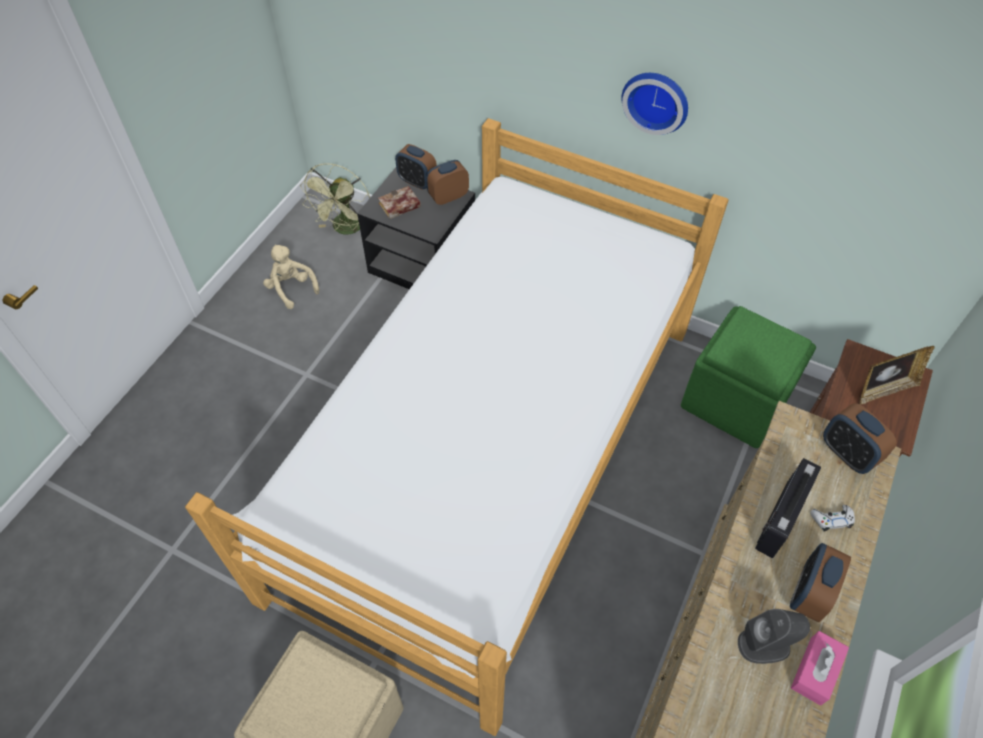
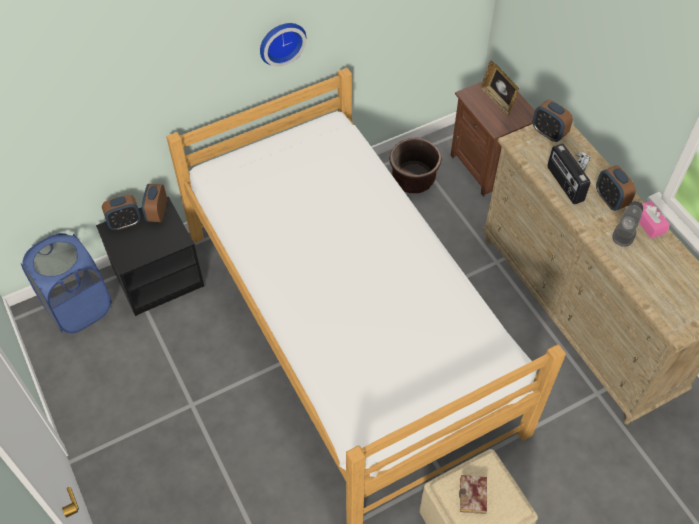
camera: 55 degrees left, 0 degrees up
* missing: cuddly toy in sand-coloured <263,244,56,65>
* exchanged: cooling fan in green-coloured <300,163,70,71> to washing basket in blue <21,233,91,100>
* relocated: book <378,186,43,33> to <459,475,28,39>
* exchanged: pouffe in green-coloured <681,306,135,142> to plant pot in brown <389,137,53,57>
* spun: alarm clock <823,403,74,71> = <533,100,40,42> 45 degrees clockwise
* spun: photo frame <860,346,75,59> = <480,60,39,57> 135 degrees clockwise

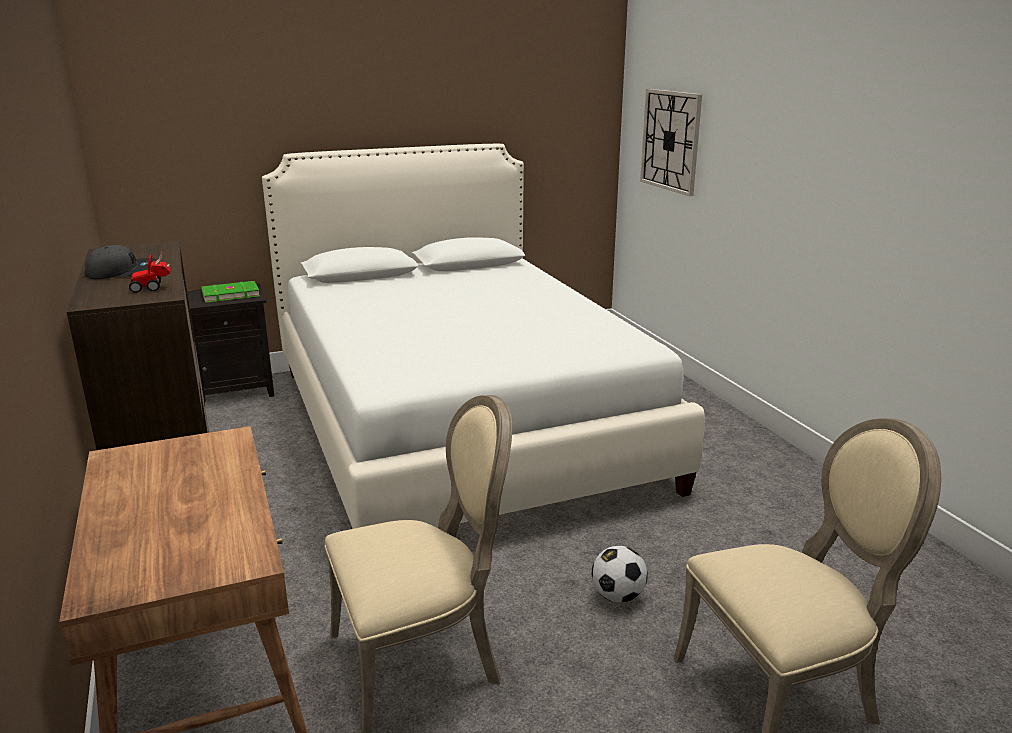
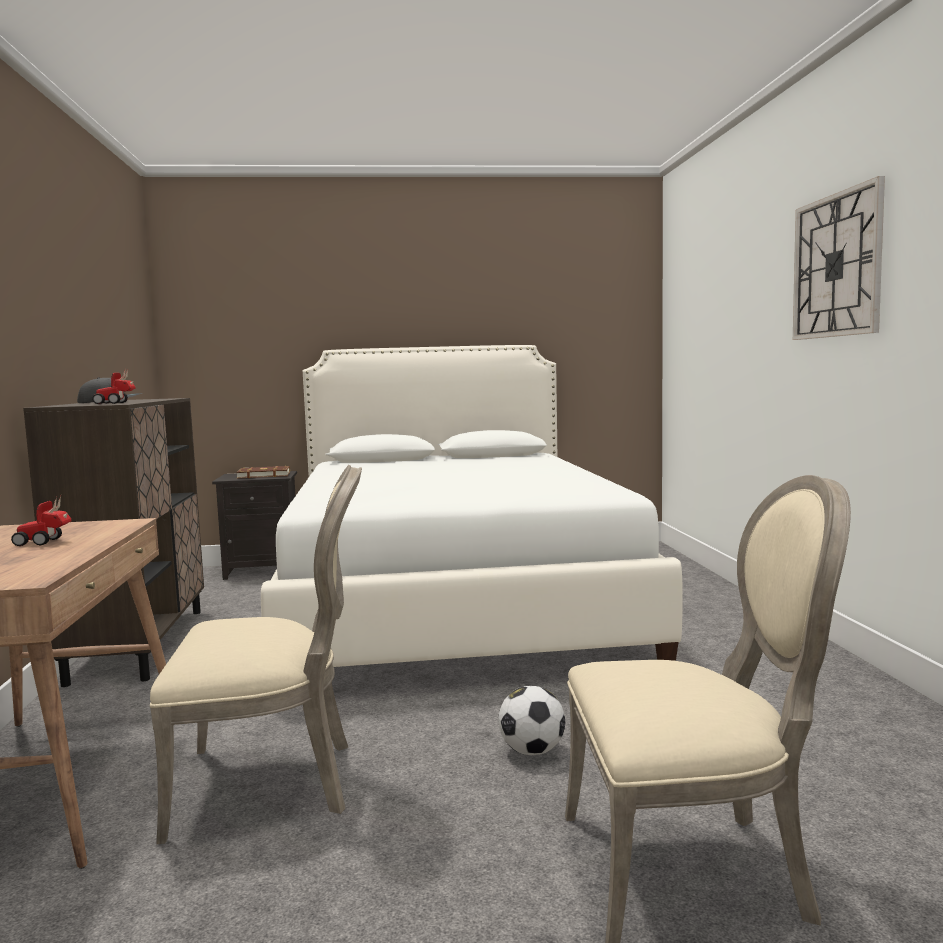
camera: 15 degrees right, 15 degrees down
* colour: book in green-coloured <201,281,59,22> to book in brown <236,466,54,13>
* relocated: wall clock <640,89,62,107> to <793,176,92,164>
* appeared: miniature car <11,496,61,50>

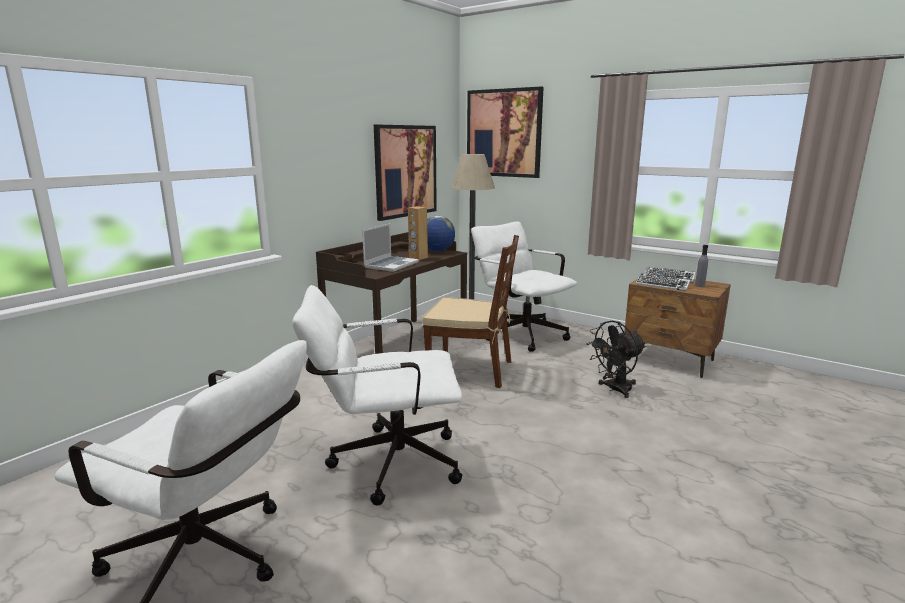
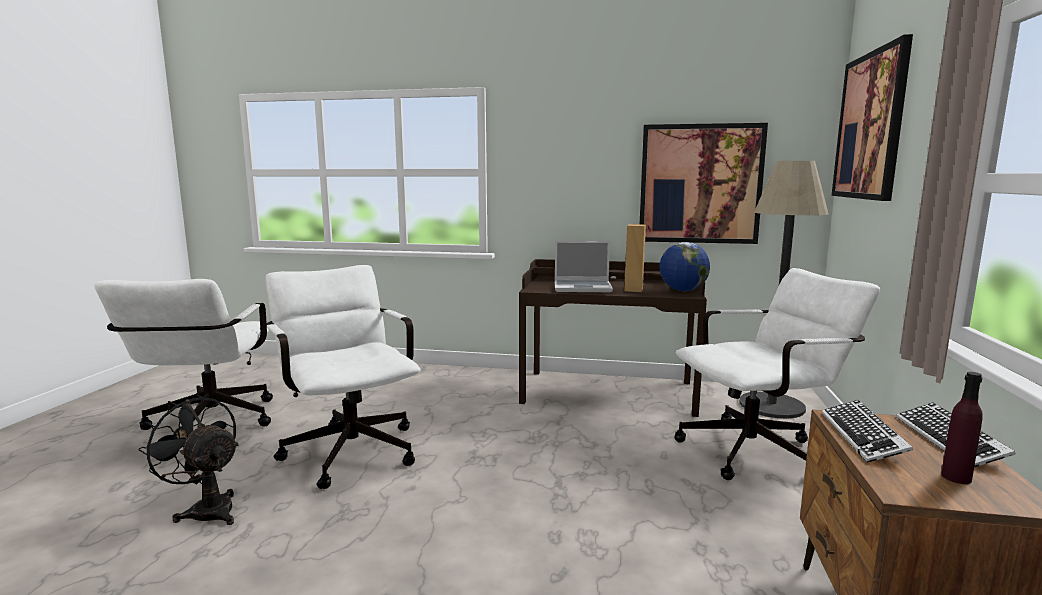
camera: 65 degrees right, 5 degrees down
* missing: plain chair in brown <422,235,97,153>
* spun: office chair in whitish <471,222,106,130> = <675,268,205,212> 45 degrees clockwise
* relocated: cooling fan in black <586,321,60,77> to <138,394,101,131>
* colour: beverage bottle in grey <695,245,13,42> to beverage bottle in purple <941,372,42,112>

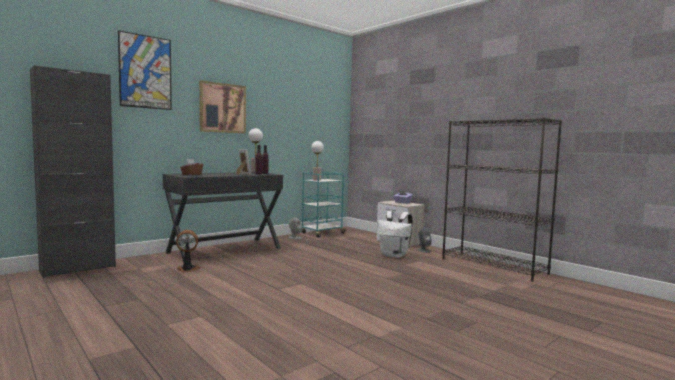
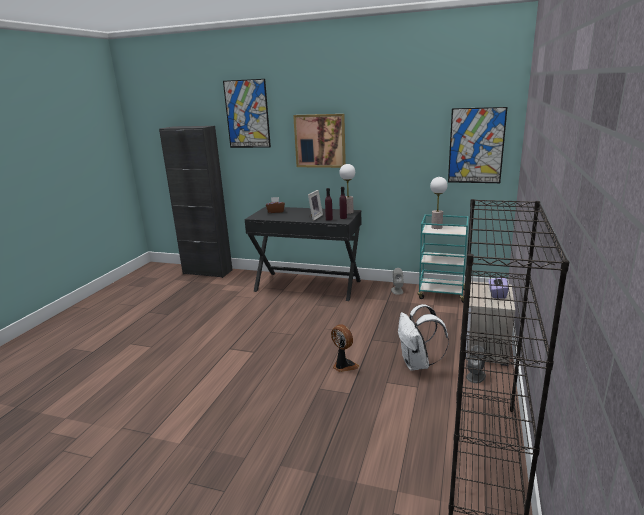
camera: 60 degrees right, 15 degrees up
* relocated: cooling fan <176,230,24,42> to <331,324,28,48>
* appeared: picture <448,107,59,76>

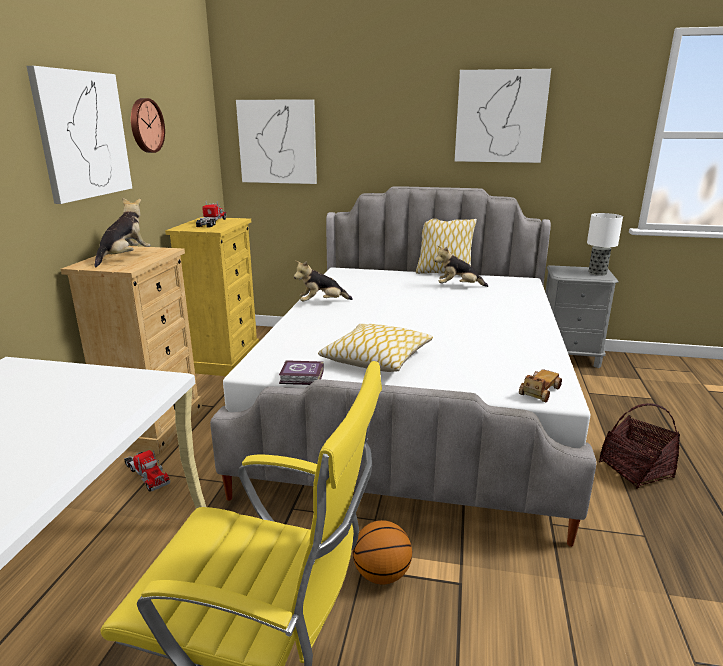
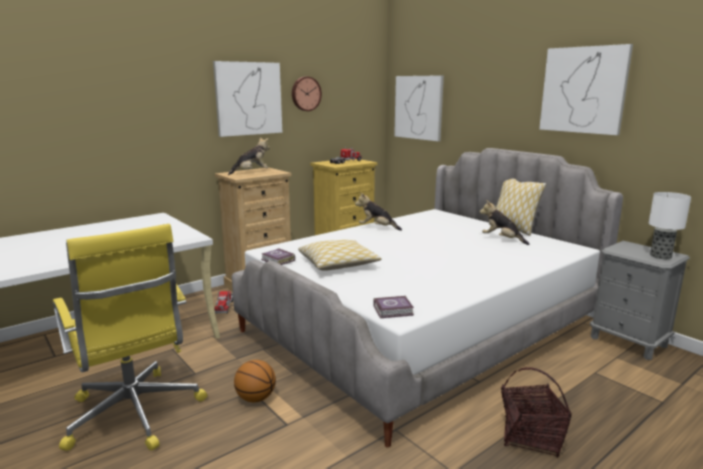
camera: 40 degrees right, 5 degrees down
* exchanged: miniature car <519,369,43,33> to book <374,296,40,22>

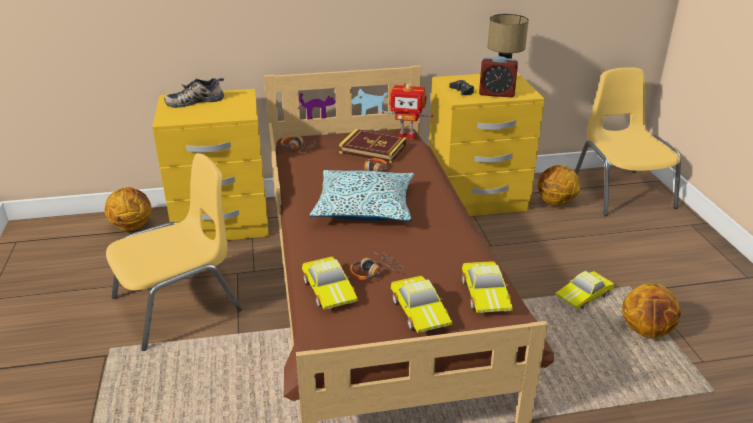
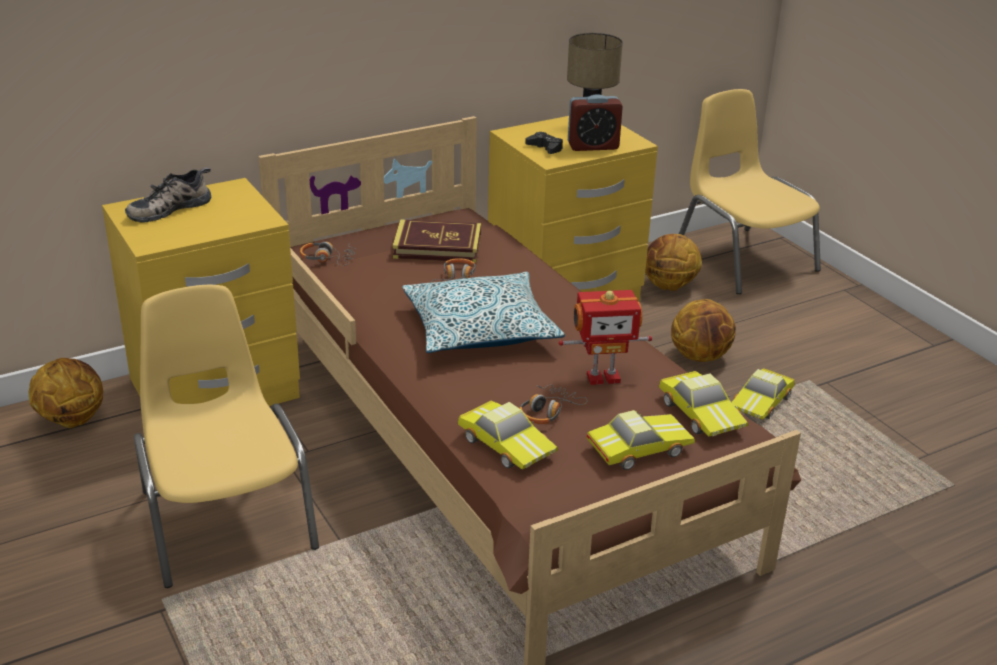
camera: 20 degrees left, 0 degrees up
* spun: plain chair in yellow-coloured <106,153,136,198> = <134,285,185,303> 60 degrees counterclockwise
* relocated: model robot <382,84,52,55> to <558,290,94,95>
* spun: miniature car <390,276,63,57> = <586,410,109,60> 75 degrees counterclockwise
* relocated: ball for basketball <622,283,59,55> to <671,299,65,63>

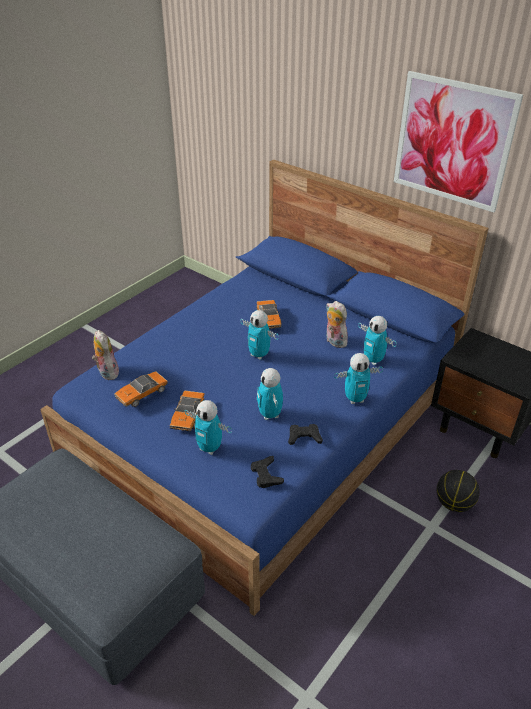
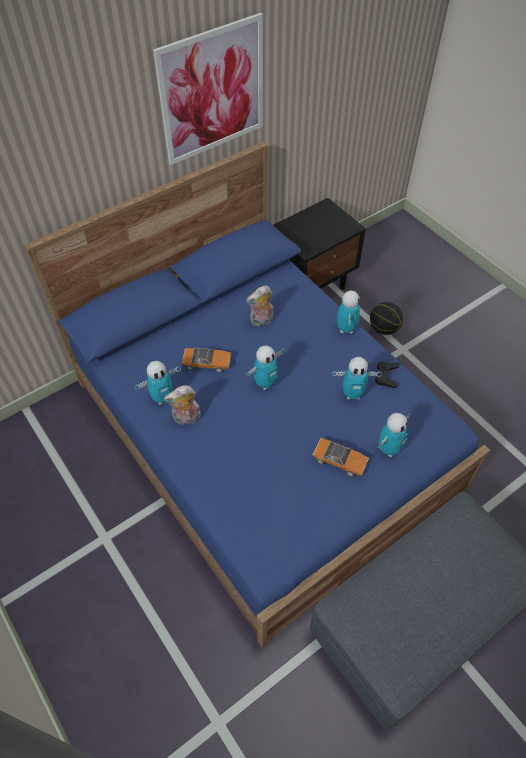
camera: 75 degrees left, 15 degrees up
* relocated: cuddly toy <92,330,27,50> to <164,385,37,40>
* missing: miniature car <114,371,54,36>
* missing: game controller in black <251,456,33,32>
* relocated: model robot <358,316,39,49> to <135,361,46,44>

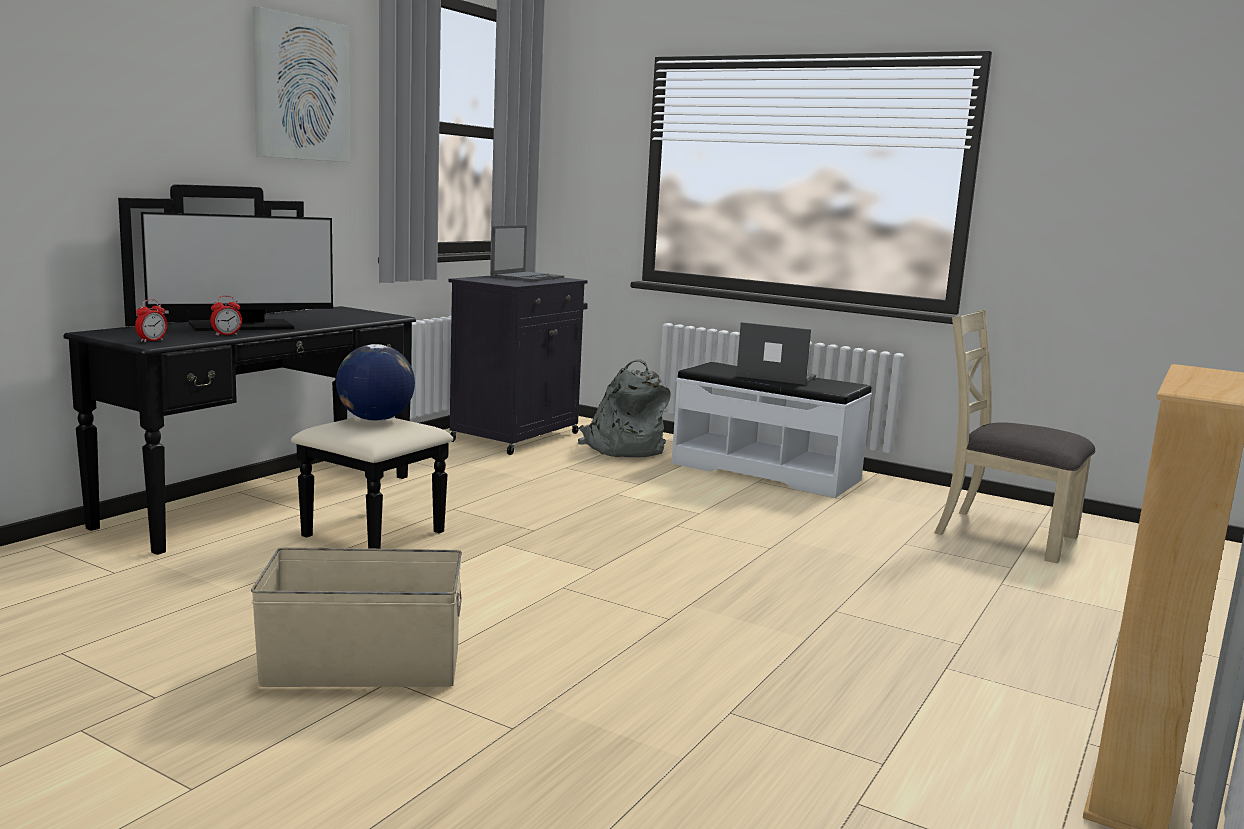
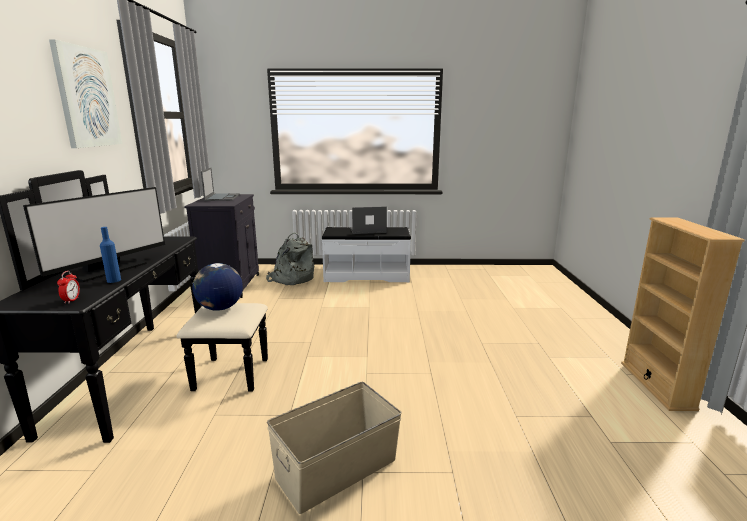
camera: 30 degrees left, 5 degrees up
* exchanged: alarm clock <210,296,32,40> to beverage bottle in blue <100,227,21,56>
* missing: plain chair in sand-coloured <934,309,161,255>

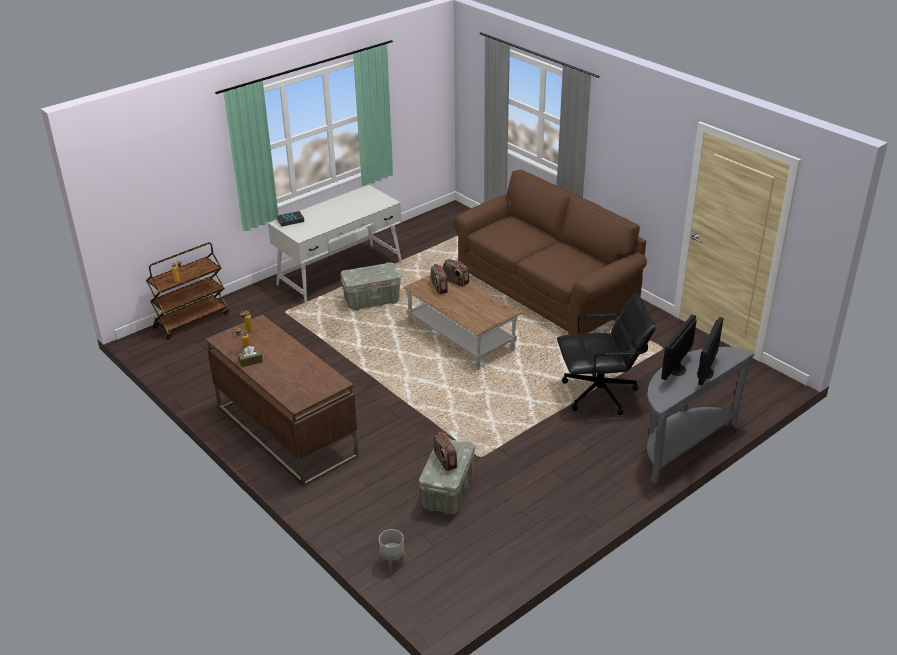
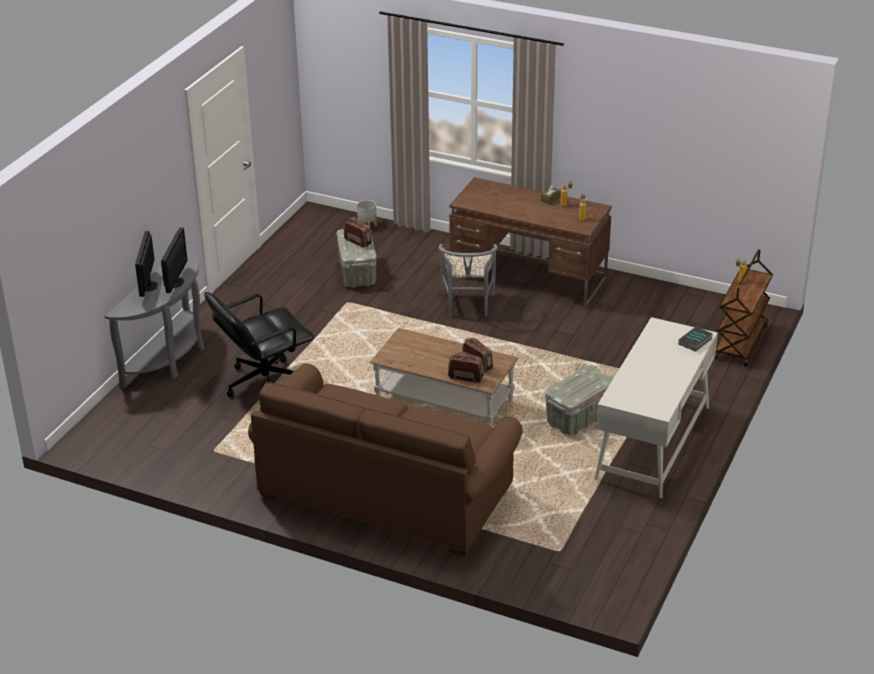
camera: 155 degrees right, 0 degrees up
* appeared: plain chair in grey <439,244,59,73>

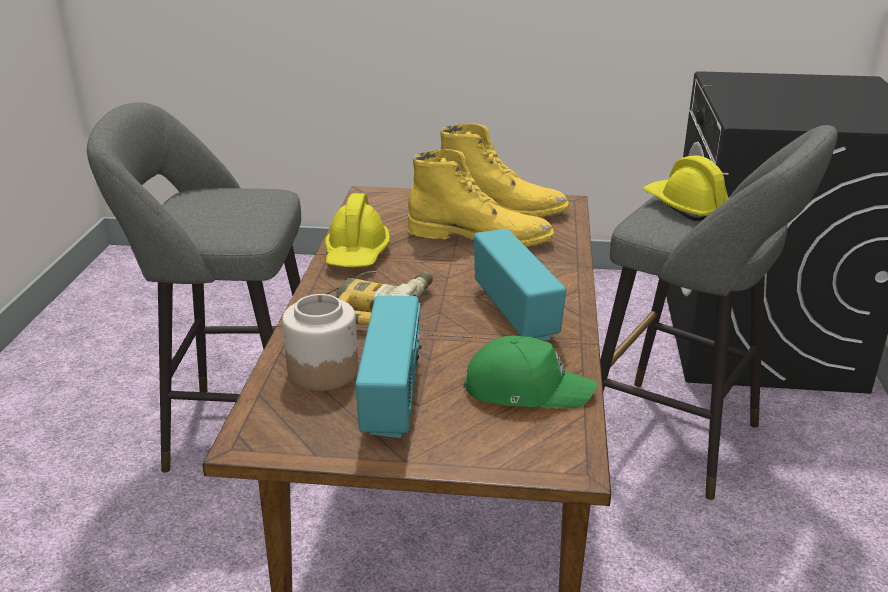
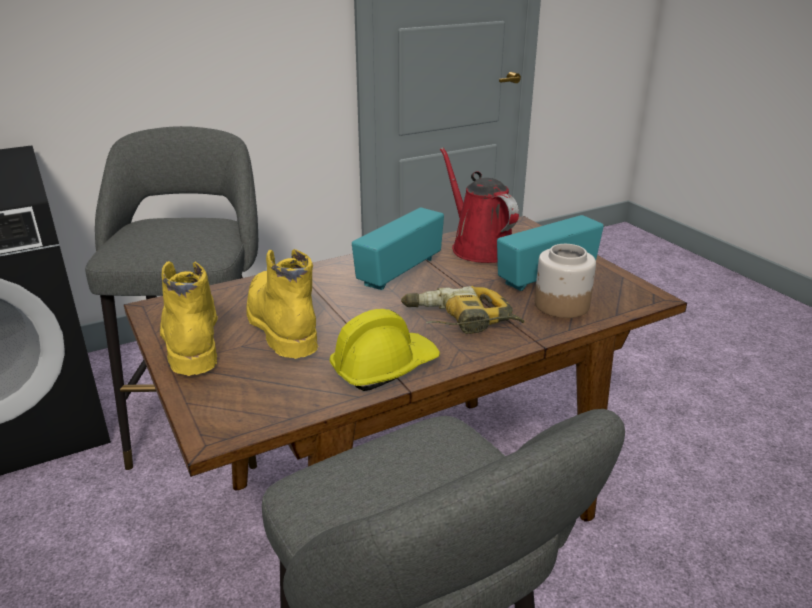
camera: 125 degrees left, 0 degrees up
* exchanged: peaked cap in green-coloured <463,335,134,73> to watering pot in reddish <440,147,79,116>
* missing: work helmet in yellow-coloured <643,155,85,66>

